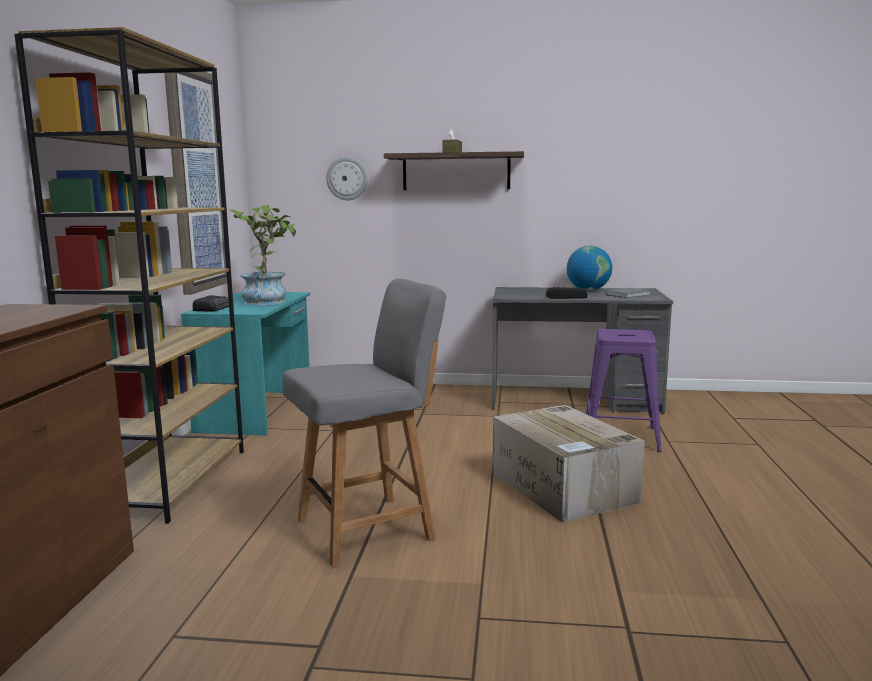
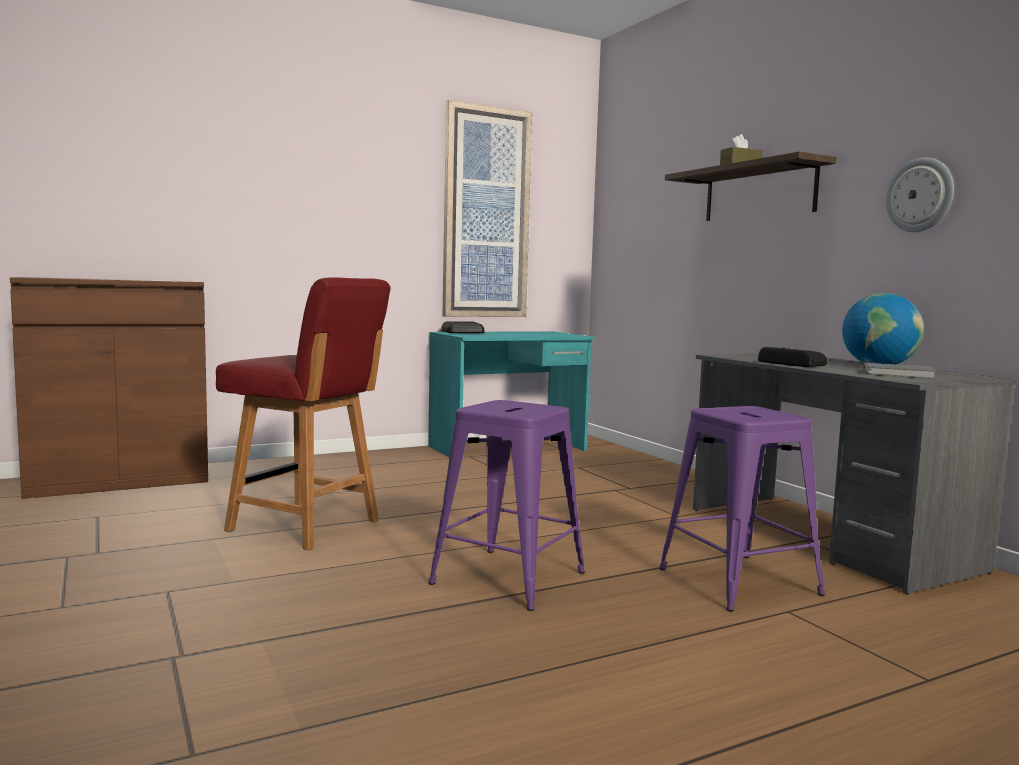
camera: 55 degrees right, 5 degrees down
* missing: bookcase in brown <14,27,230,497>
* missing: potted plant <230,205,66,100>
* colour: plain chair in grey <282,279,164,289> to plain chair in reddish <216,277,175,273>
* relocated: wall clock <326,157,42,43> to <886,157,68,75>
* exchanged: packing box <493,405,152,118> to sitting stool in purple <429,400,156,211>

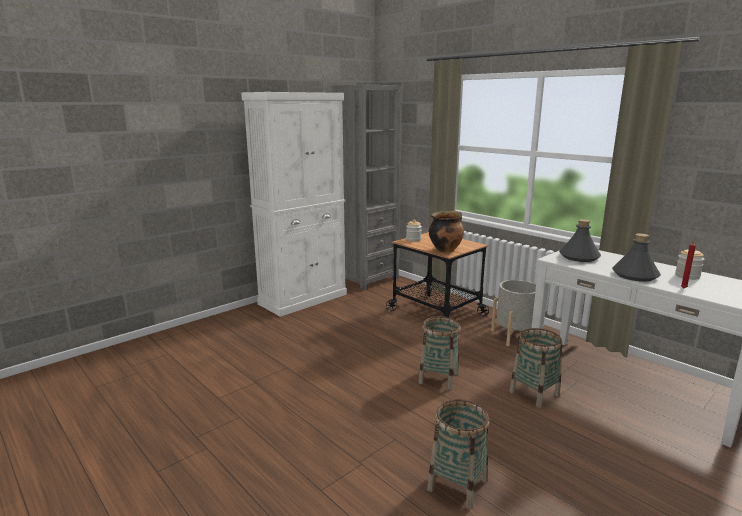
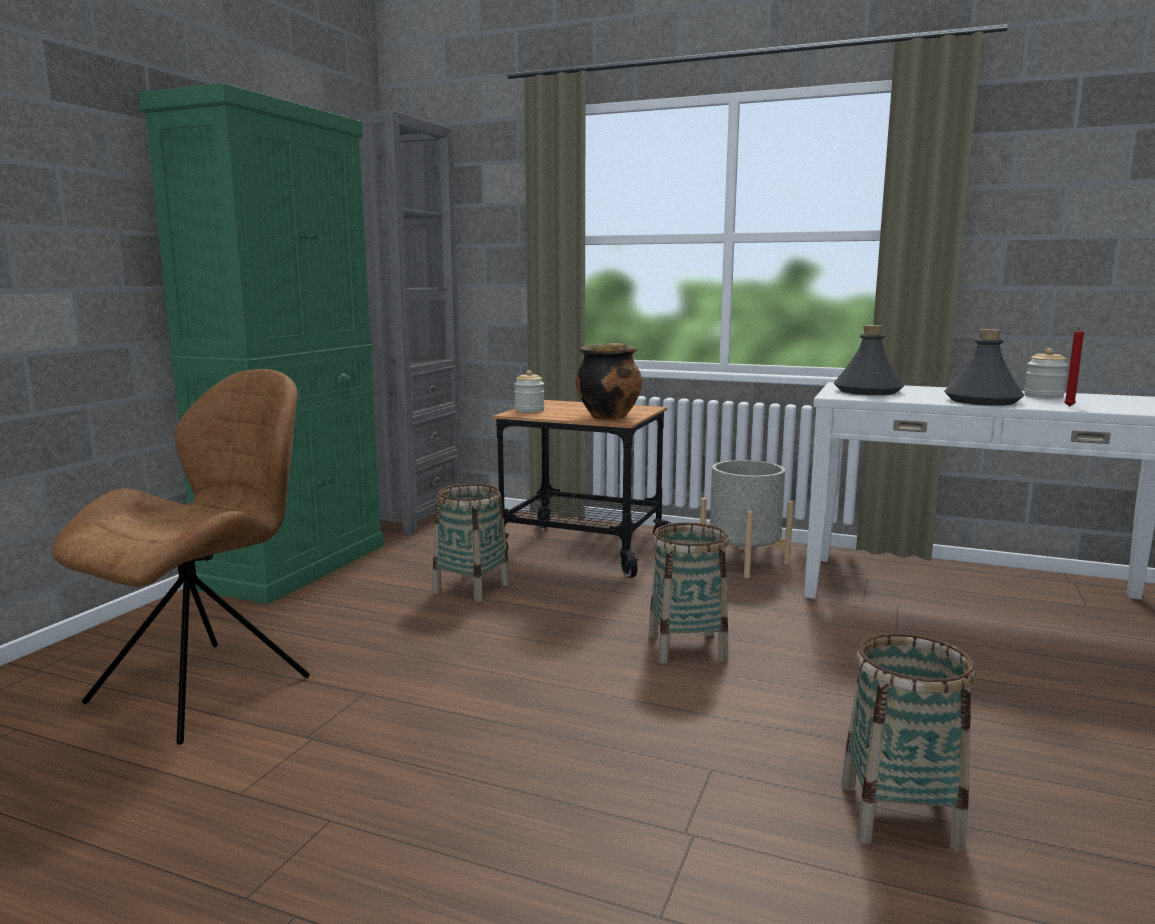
camera: 25 degrees left, 5 degrees down
* colour: cabinet in whitish <241,92,106,225> to cabinet in green-coloured <139,83,245,521>
* relocated: basket <509,328,53,80> to <432,484,78,118>
* appeared: plain chair in brown <52,369,258,376>

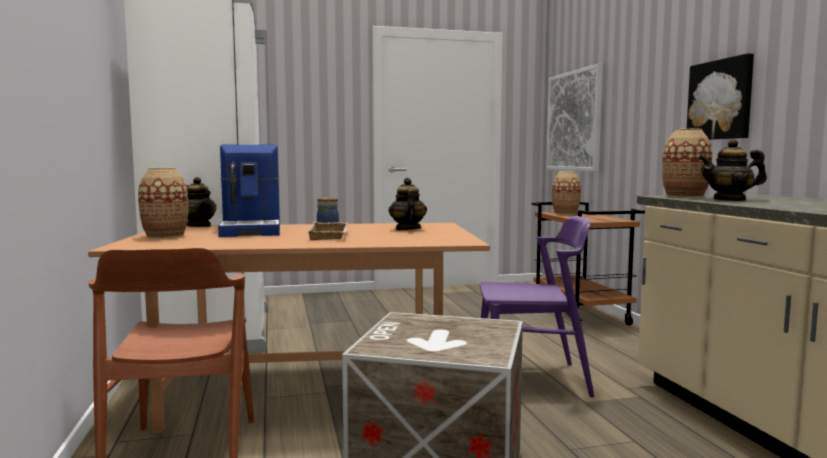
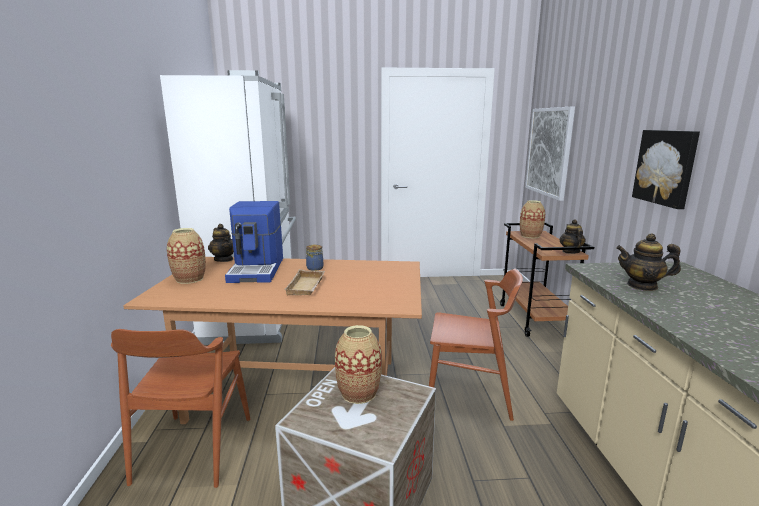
camera: 10 degrees right, 10 degrees up
* relocated: tea pot <389,178,38,52> to <560,219,26,35>
* colour: plain chair in purple <480,216,114,181> to plain chair in brown <429,269,94,152>
* relocated: flower vase <662,129,50,69> to <335,325,47,79>

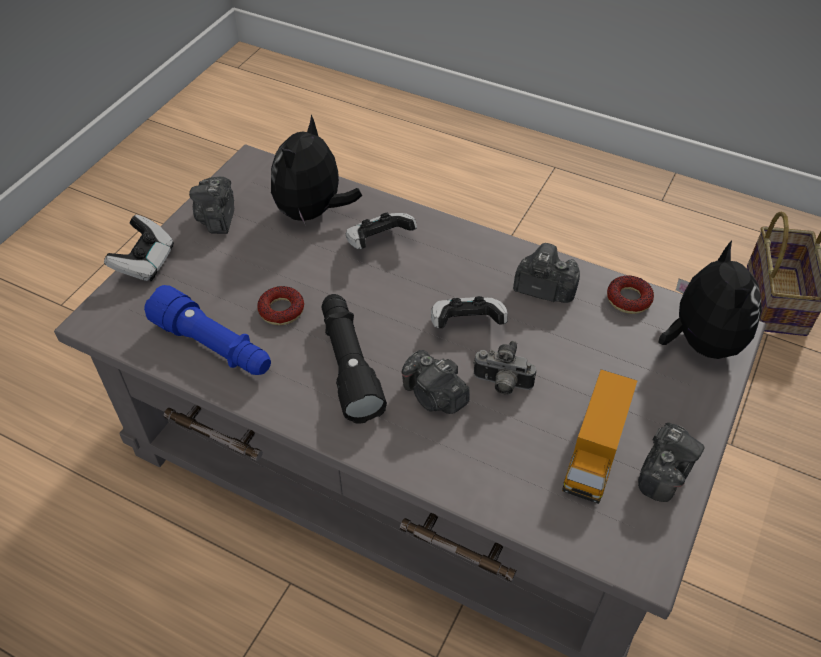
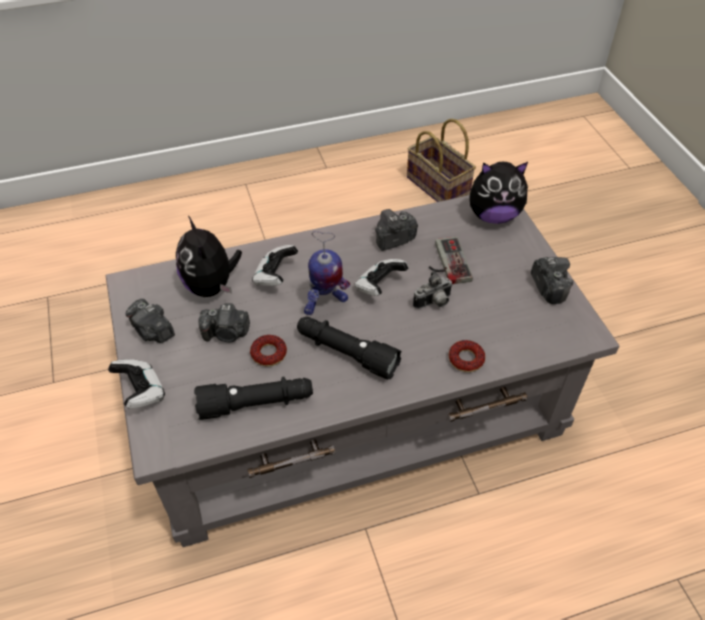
camera: 45 degrees left, 0 degrees up
* colour: flashlight in blue <144,285,127,90> to flashlight in black <194,377,119,43>
* relocated: still camera <402,350,67,64> to <198,303,52,39>
* missing: toy truck <562,369,76,135>
* relocated: donut <607,275,47,39> to <449,340,36,32>
* spun: cuddly toy <658,240,104,119> = <469,162,59,62> 135 degrees clockwise
* appeared: model robot <304,231,46,84>
* appeared: game controller <429,237,44,47>

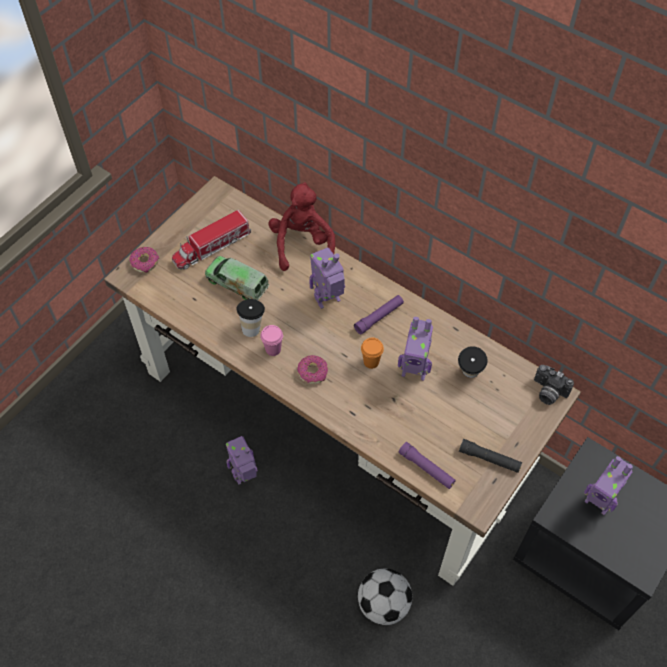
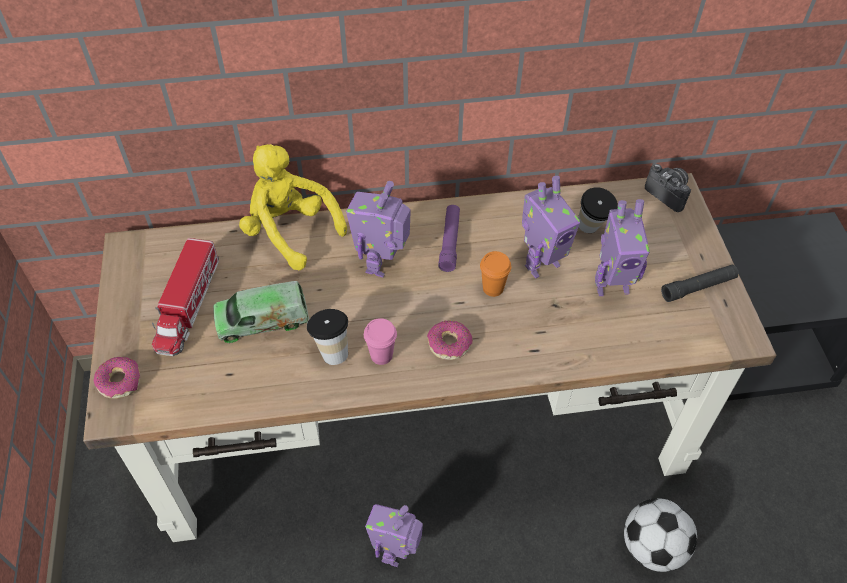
camera: 45 degrees left, 5 degrees down
* colour: cuddly toy in reddish <268,182,67,89> to cuddly toy in yellow-coloured <239,144,108,126>
* missing: flashlight in purple <399,442,57,47>
* spun: still camera <534,365,40,40> = <645,164,46,48> 120 degrees counterclockwise
* relocated: model robot <584,456,49,59> to <595,199,55,97>

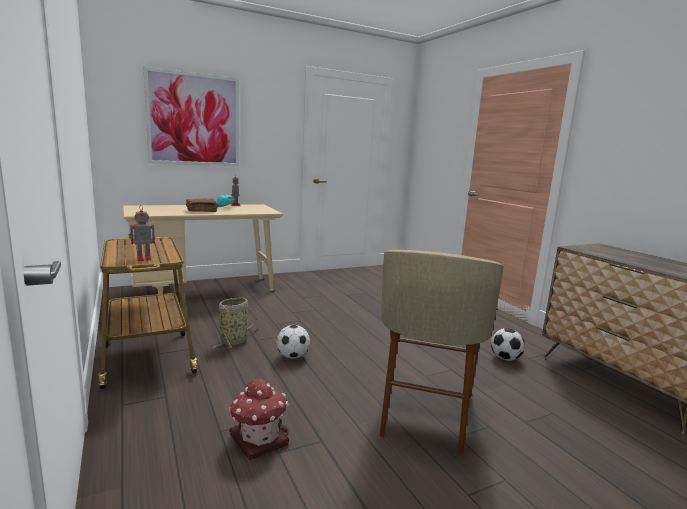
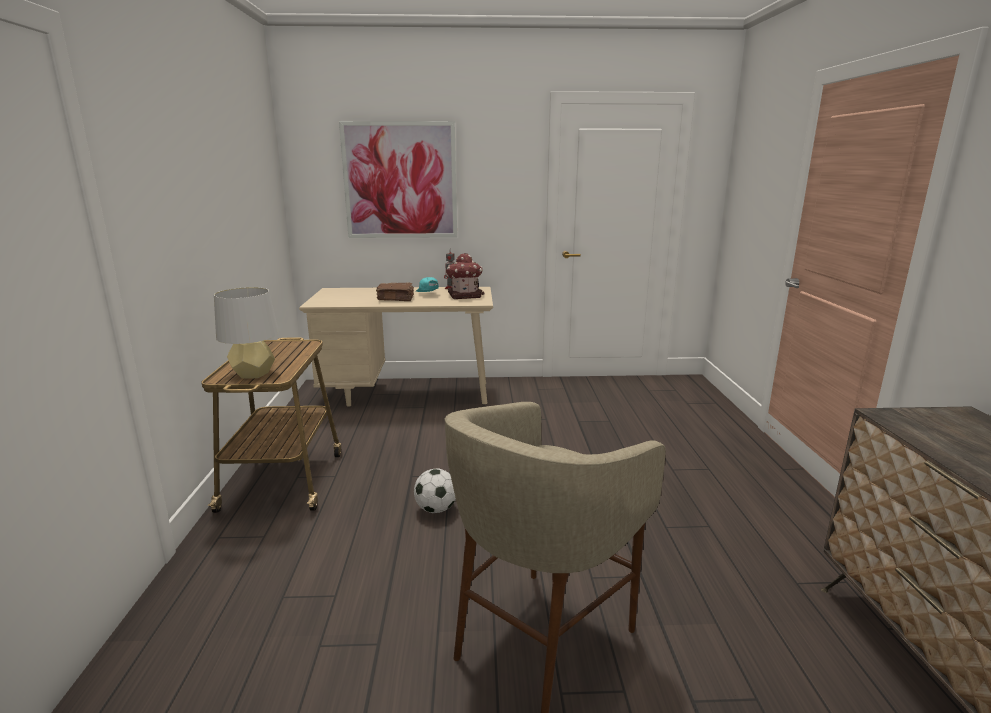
camera: 25 degrees right, 5 degrees up
* exchanged: model robot <129,205,26,56> to lamp for a table in grey <214,287,65,92>
* missing: basket <212,298,48,52>
* relocated: toy house <229,379,60,81> to <446,253,38,46>
* missing: football <491,328,34,33>

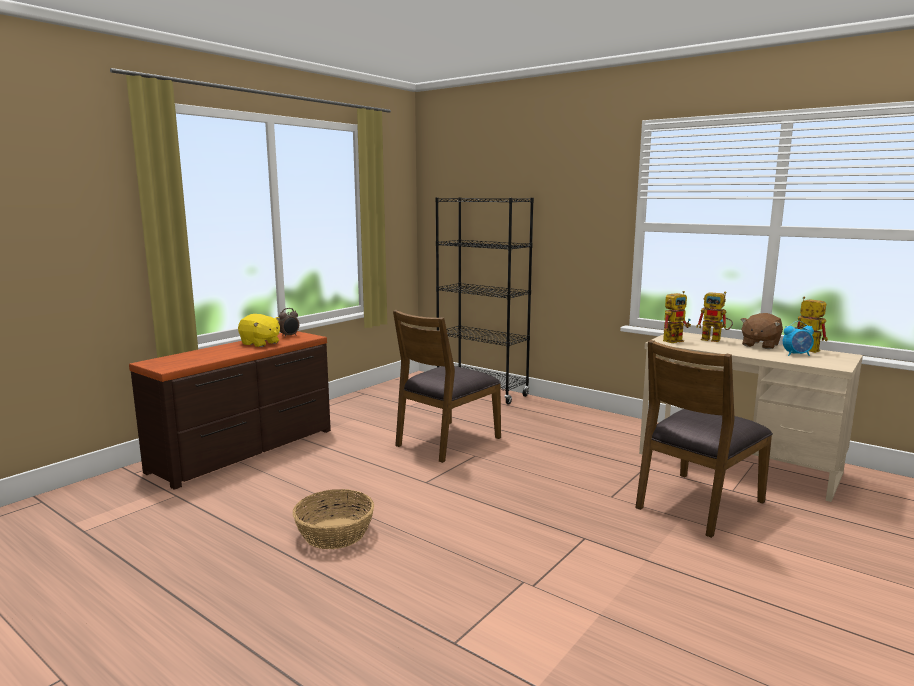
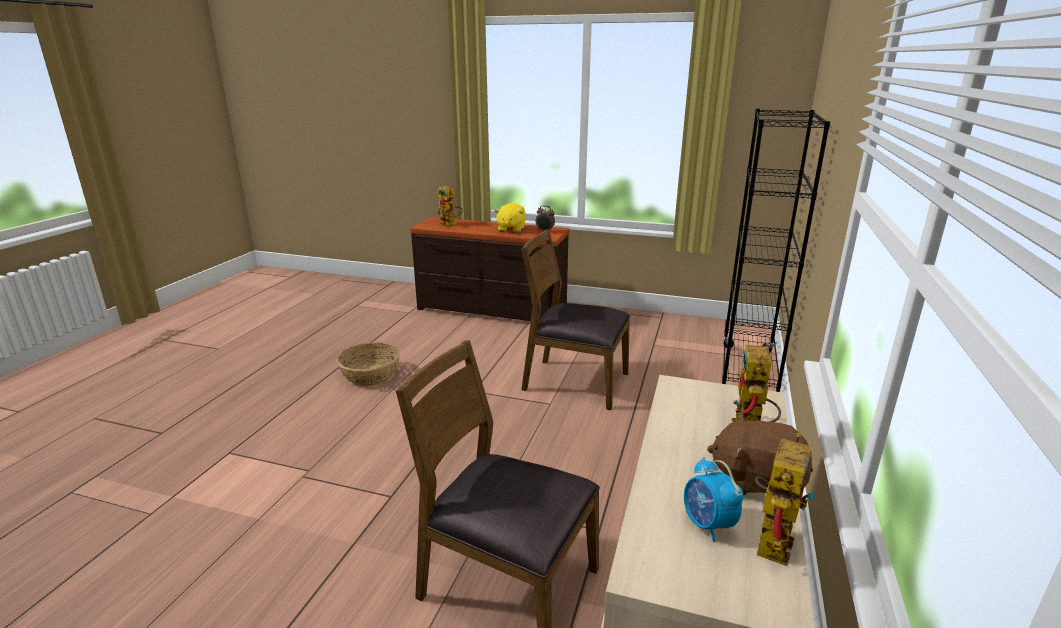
camera: 70 degrees right, 10 degrees up
* relocated: model robot <663,291,28,52> to <437,186,26,41>

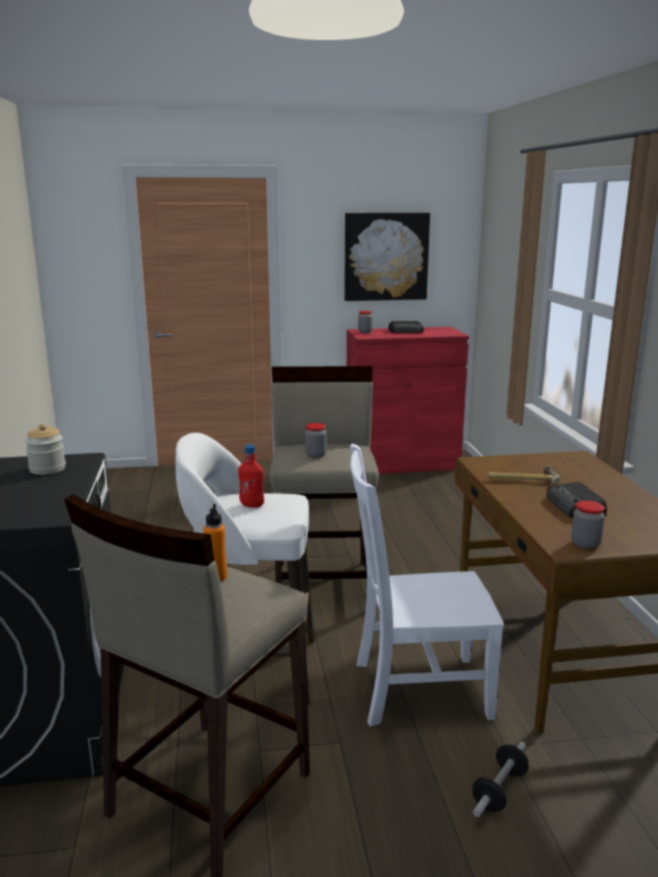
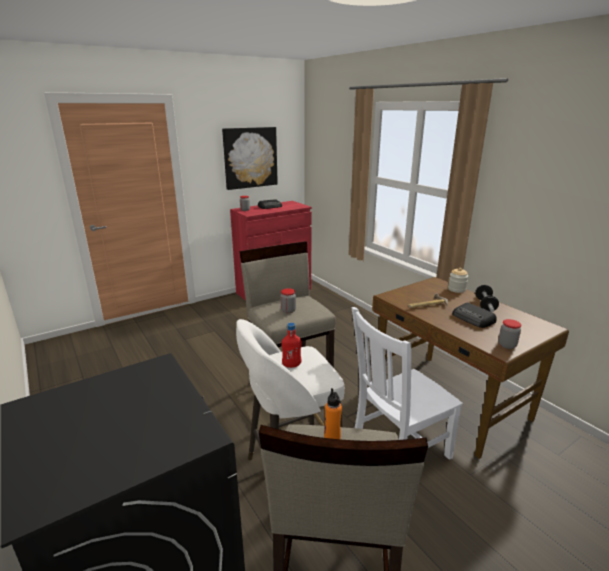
camera: 25 degrees left, 5 degrees up
* relocated: jar <25,424,41,51> to <448,268,20,25>
* relocated: free weight <472,742,57,75> to <475,285,24,27>

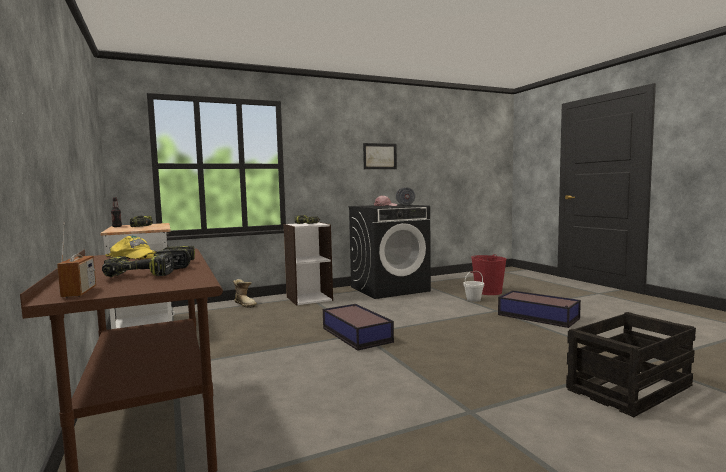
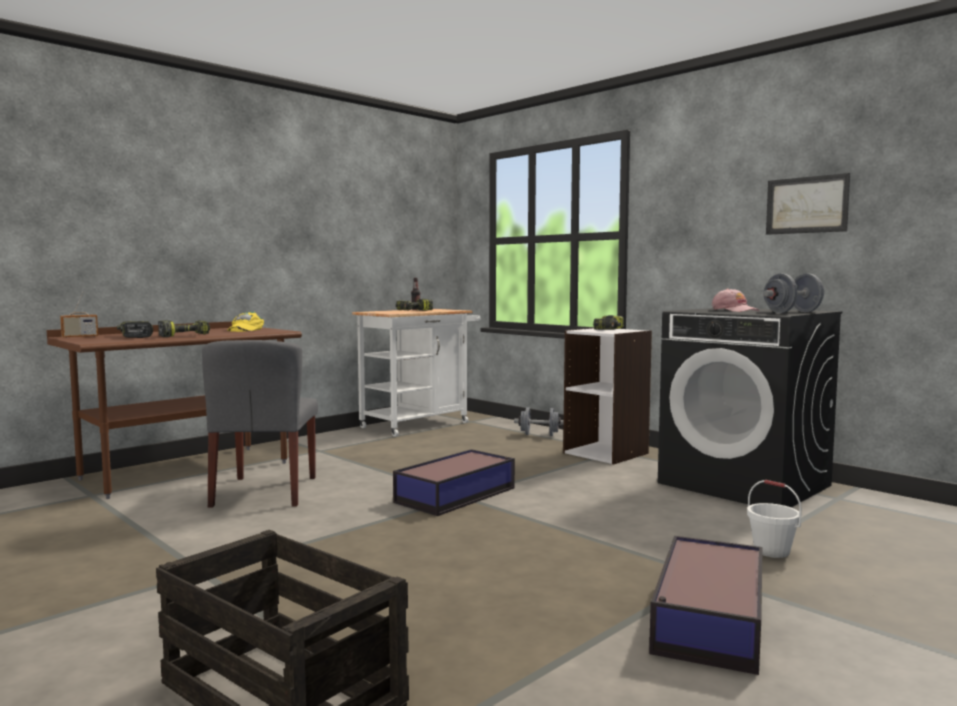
camera: 70 degrees right, 0 degrees up
* exchanged: high-top boot <233,279,24,29> to free weight in grey <514,407,50,29>
* missing: water bucket in reddish <471,254,35,41>
* appeared: plain chair in grey <202,340,116,168>

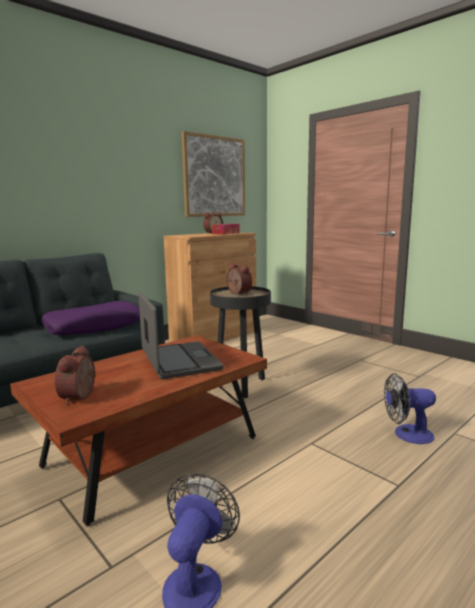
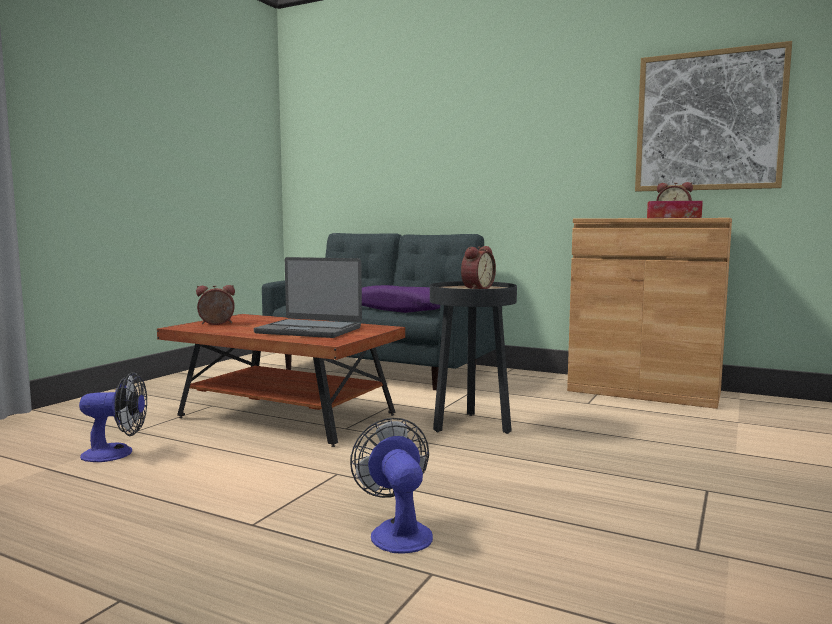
camera: 70 degrees right, 5 degrees down
* spun: portable computer <138,292,85,87> = <254,257,108,81> 60 degrees clockwise

